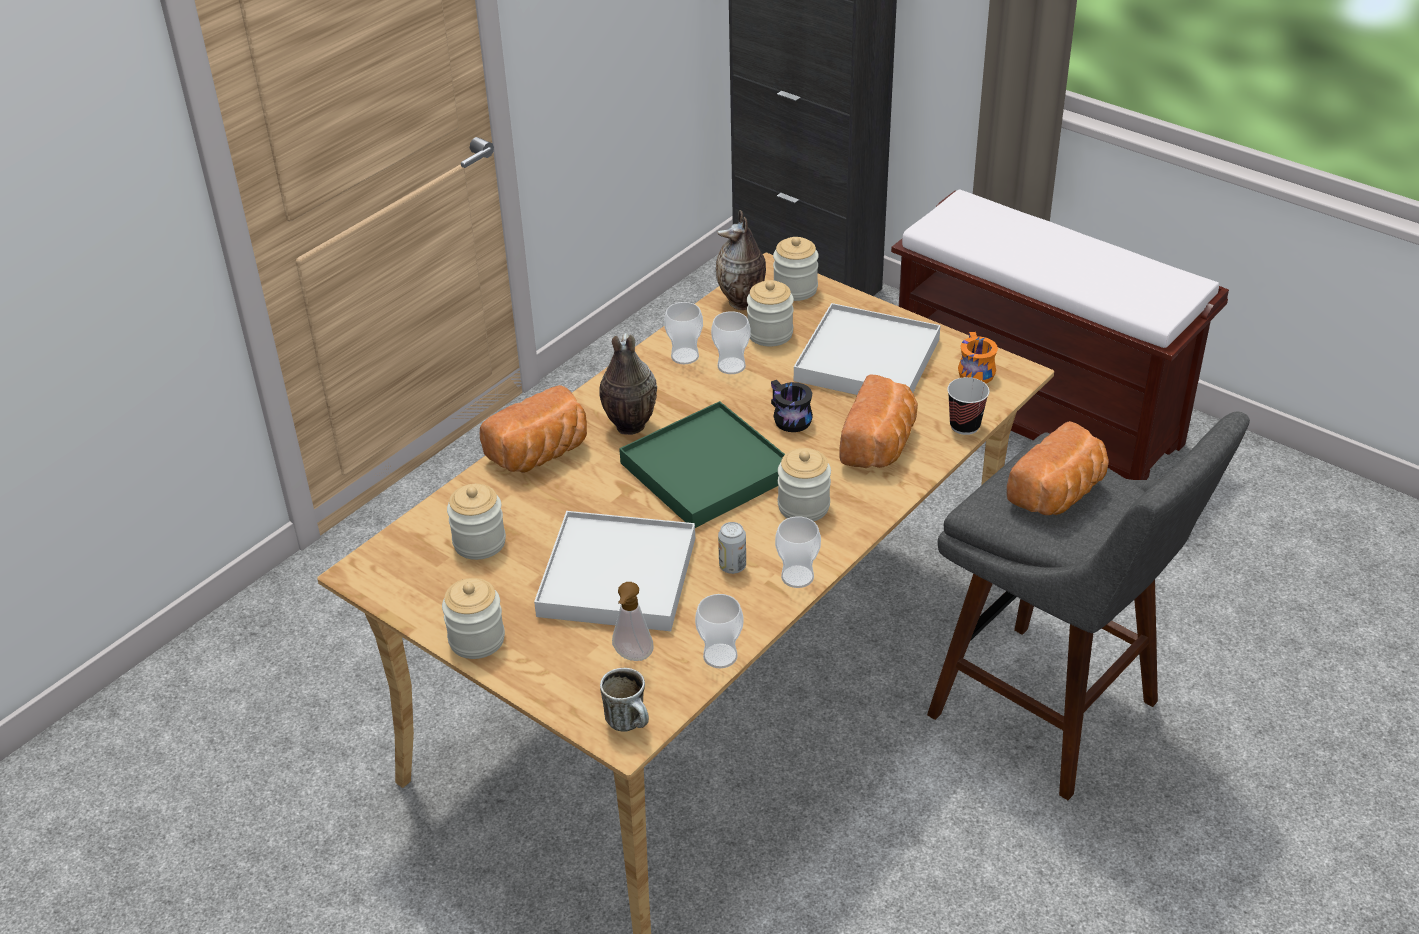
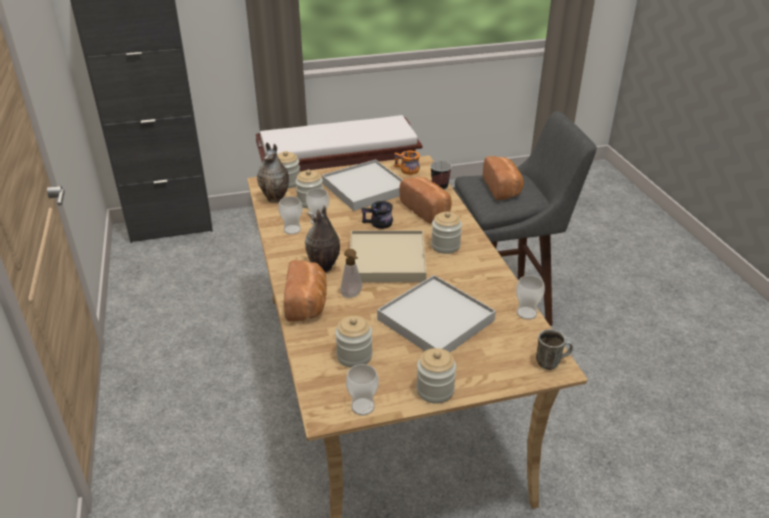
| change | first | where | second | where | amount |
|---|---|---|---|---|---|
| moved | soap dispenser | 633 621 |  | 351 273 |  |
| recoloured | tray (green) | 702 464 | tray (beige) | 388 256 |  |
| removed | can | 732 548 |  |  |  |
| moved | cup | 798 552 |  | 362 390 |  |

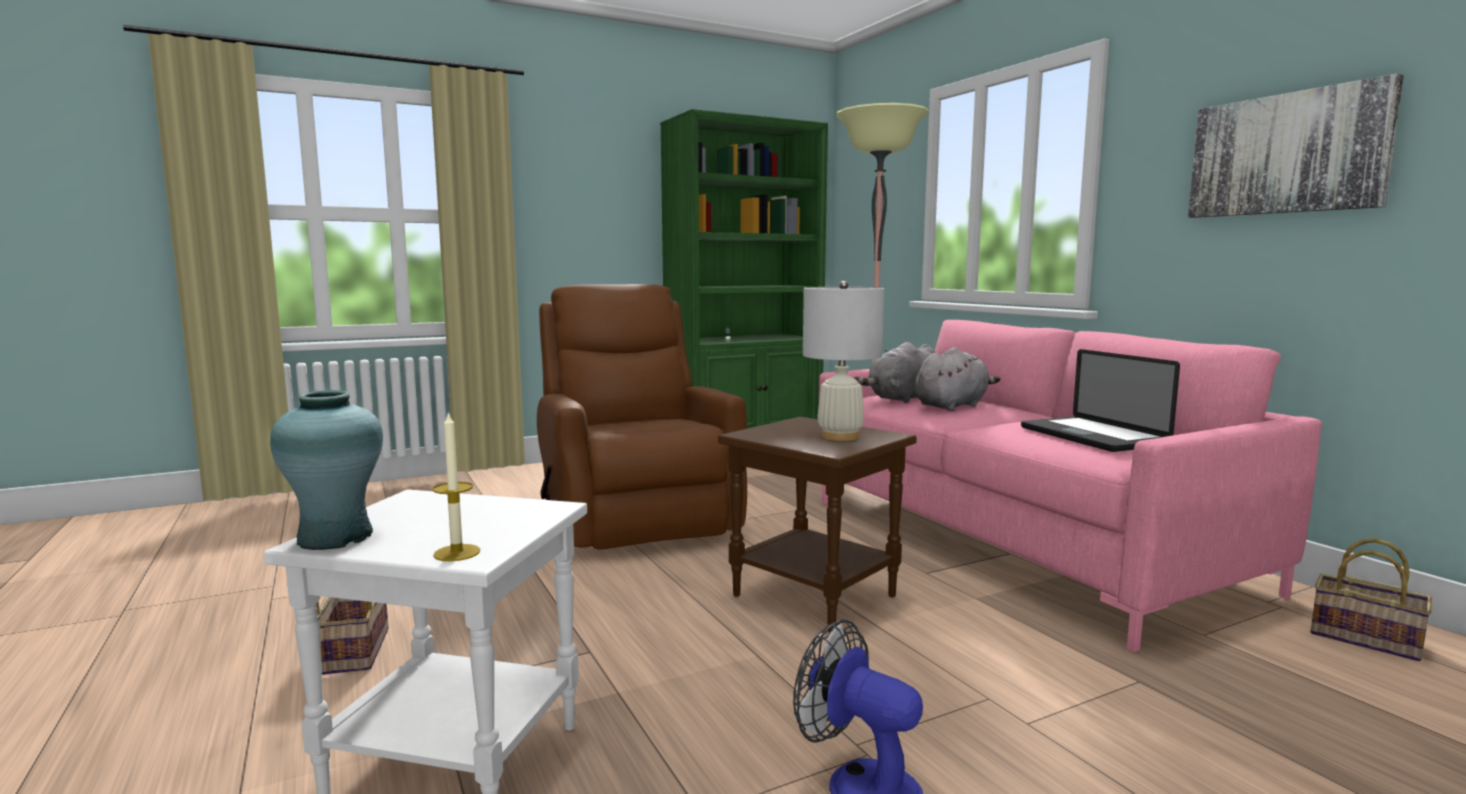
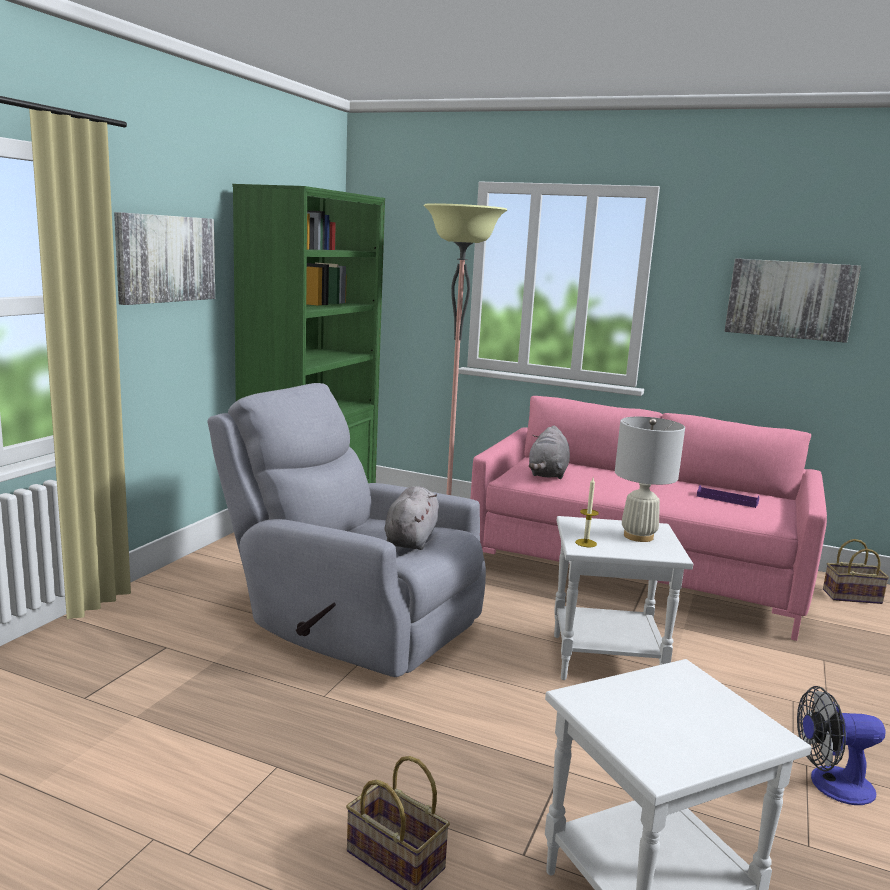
| change | first | where | second | where | amount |
|---|---|---|---|---|---|
| removed | vase (turquoise) | 326 470 |  |  |  |
| moved | candle | 456 486 |  | 587 512 |  |
| recoloured | armchair (brown) | 642 416 | armchair (grey) | 346 530 |  |
| recoloured | side table (brown) | 817 525 | side table (white) | 623 598 |  |
| moved | plush toy (grey) | 957 379 |  | 411 518 |  |
| replaced | laptop | 1100 400 | tray (purple) | 728 496 |  |
| added |  |  | picture | 164 258 |  |

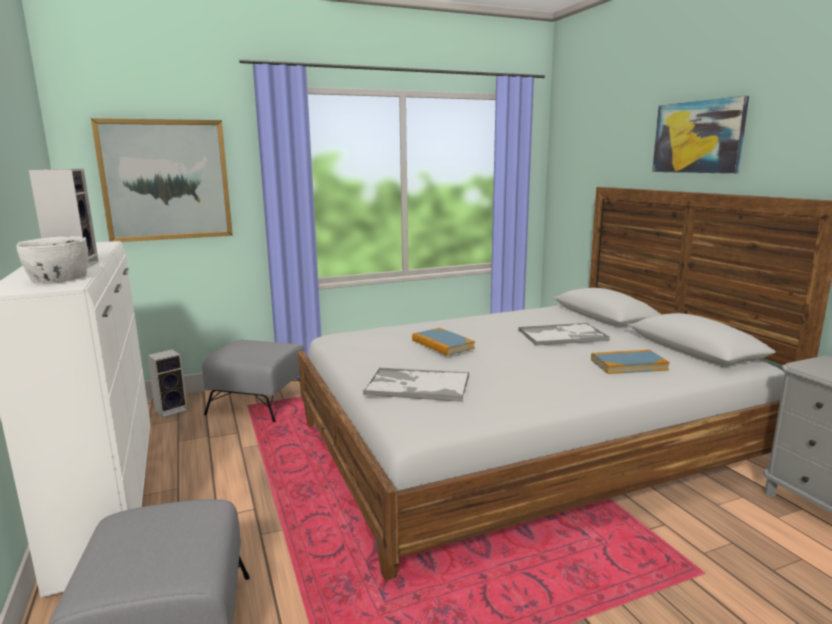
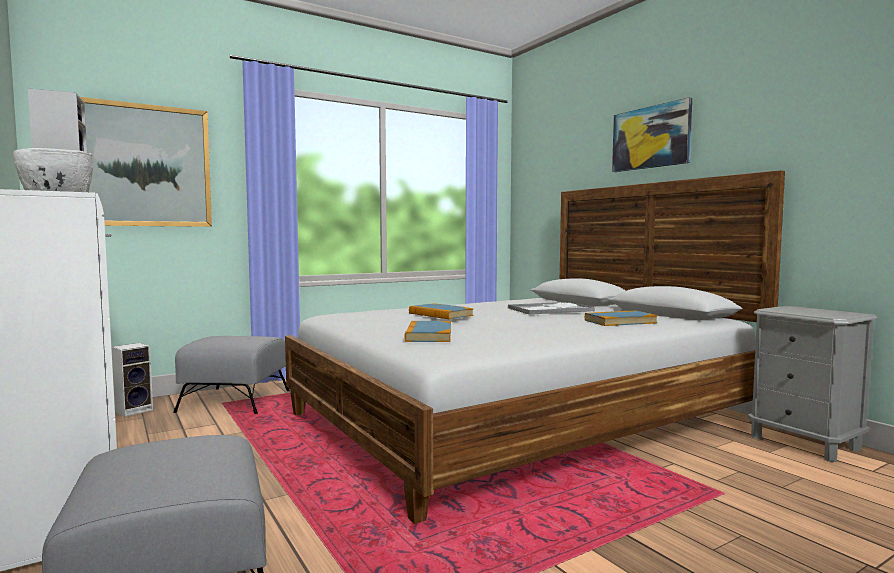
| change | first | where | second | where | amount |
|---|---|---|---|---|---|
| replaced | tray | 416 385 | book | 427 331 |  |

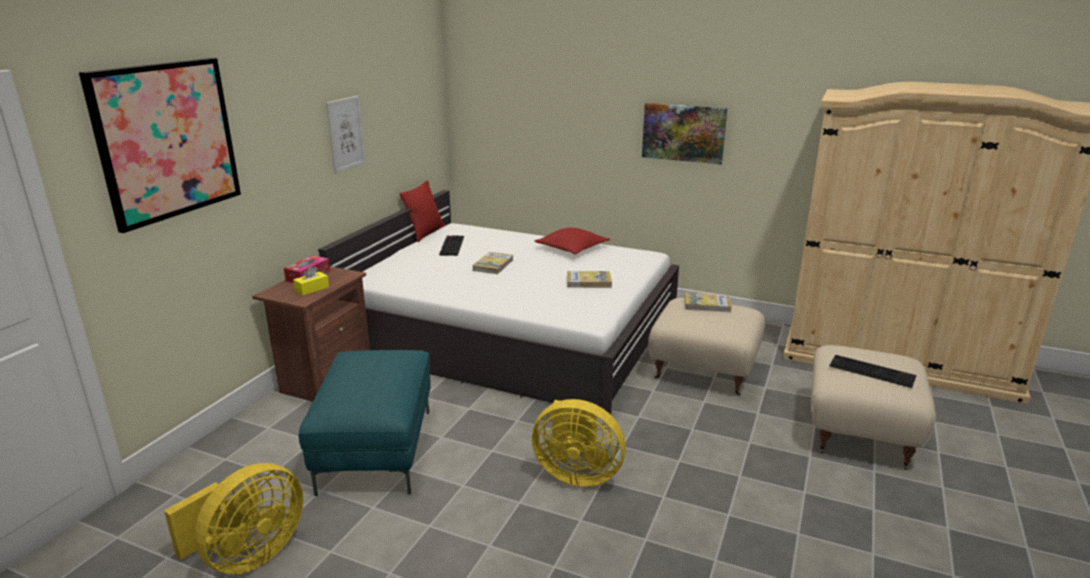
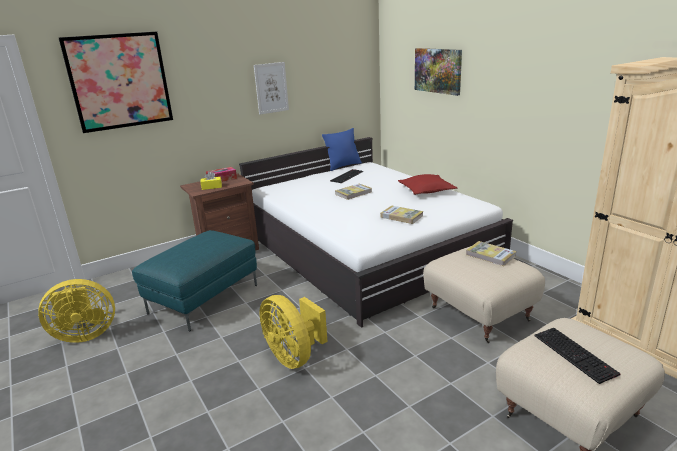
| change | first | where | second | where | amount |
|---|---|---|---|---|---|
| recoloured | pillow (red) | 422 211 | pillow (blue) | 342 149 |  |
| moved | picture | 684 133 |  | 438 72 |  |

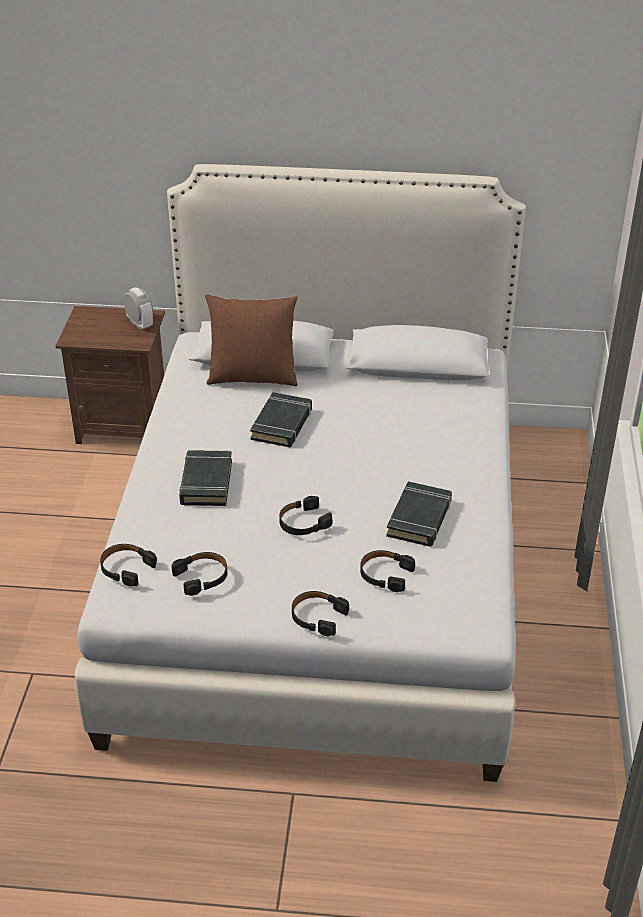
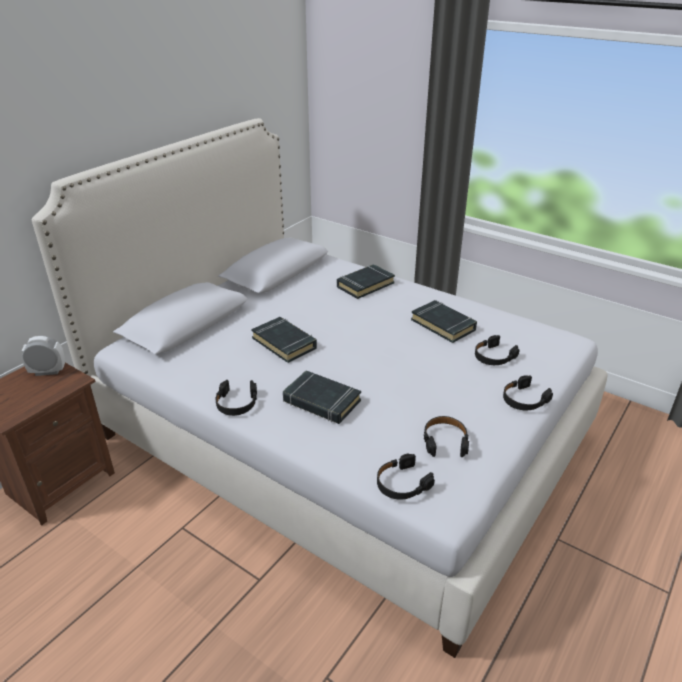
| change | first | where | second | where | amount |
|---|---|---|---|---|---|
| removed | pillow (brown) | 251 340 |  |  |  |
| moved | headphones (black) | 306 515 |  | 236 398 |  |
| added |  |  | book (black) | 366 281 |  |

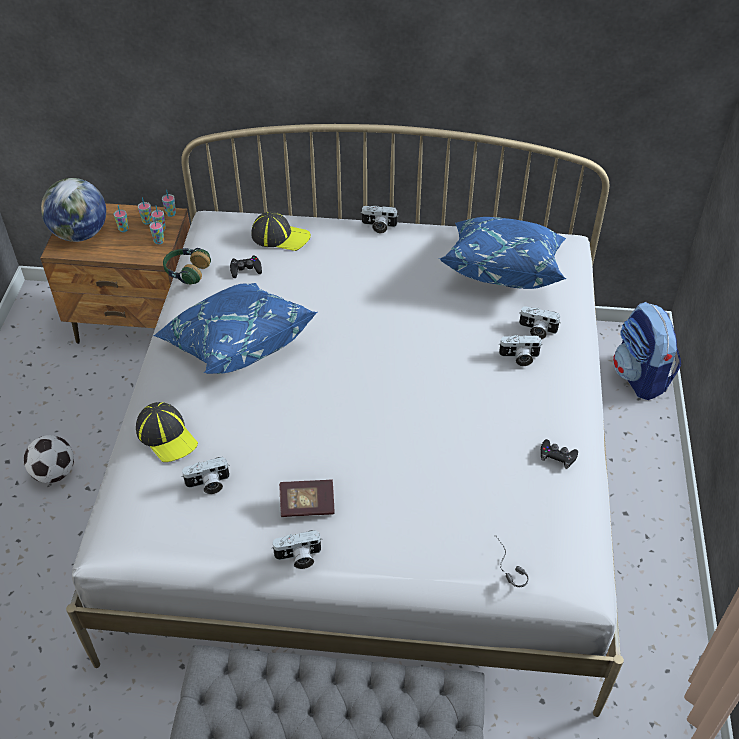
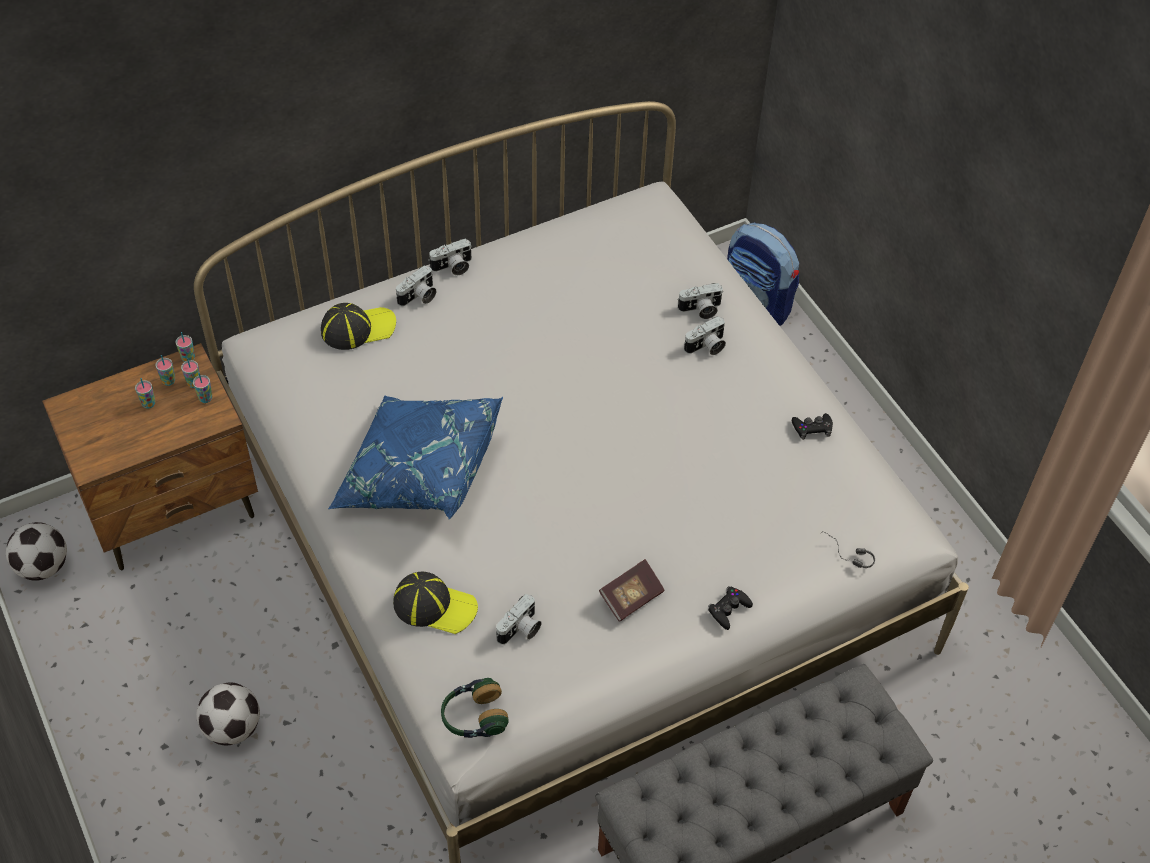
| change | first | where | second | where | amount |
|---|---|---|---|---|---|
| removed | globe | 73 210 |  |  |  |
| moved | headphones | 187 266 |  | 475 708 |  |
| moved | game controller (black) | 246 266 |  | 730 608 |  |
| moved | photo camera | 296 549 |  | 416 285 |  |
| removed | pillow (blue) | 503 253 |  |  |  |
| added |  |  | football | 36 551 |  |

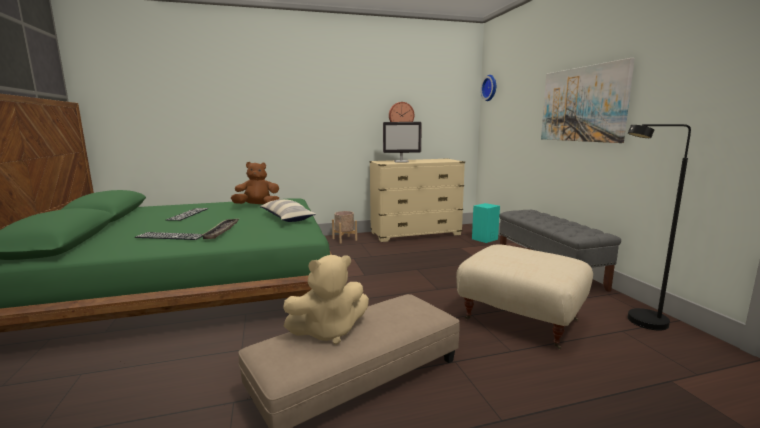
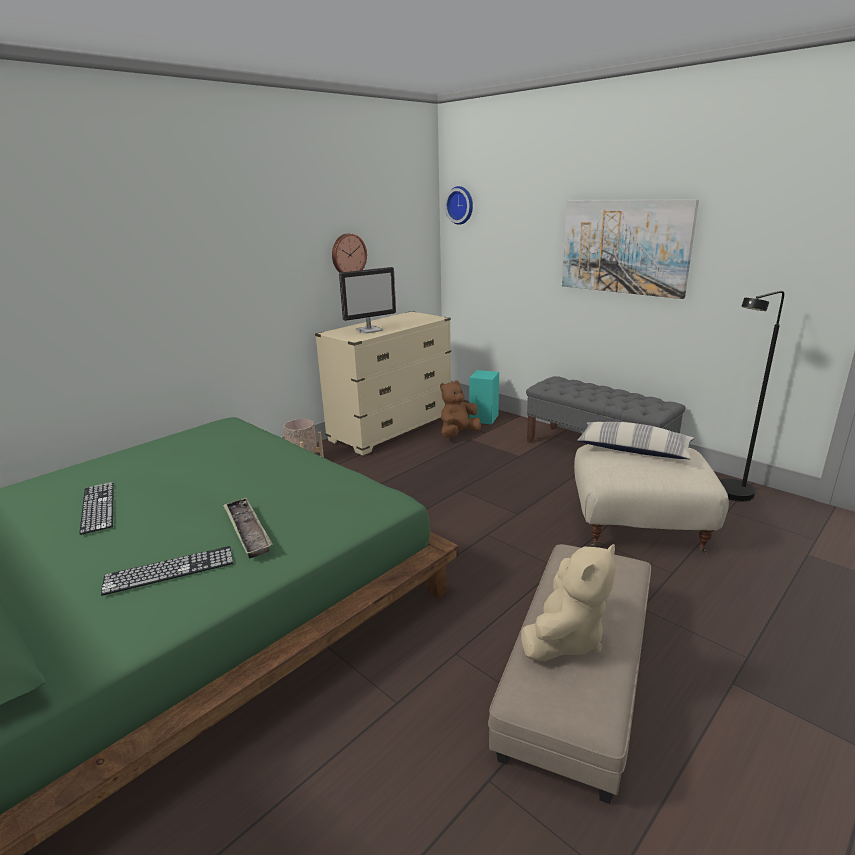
| change | first | where | second | where | amount |
|---|---|---|---|---|---|
| moved | plush toy (brown) | 255 183 |  | 460 409 |  |
| moved | pillow | 288 210 |  | 635 440 |  |

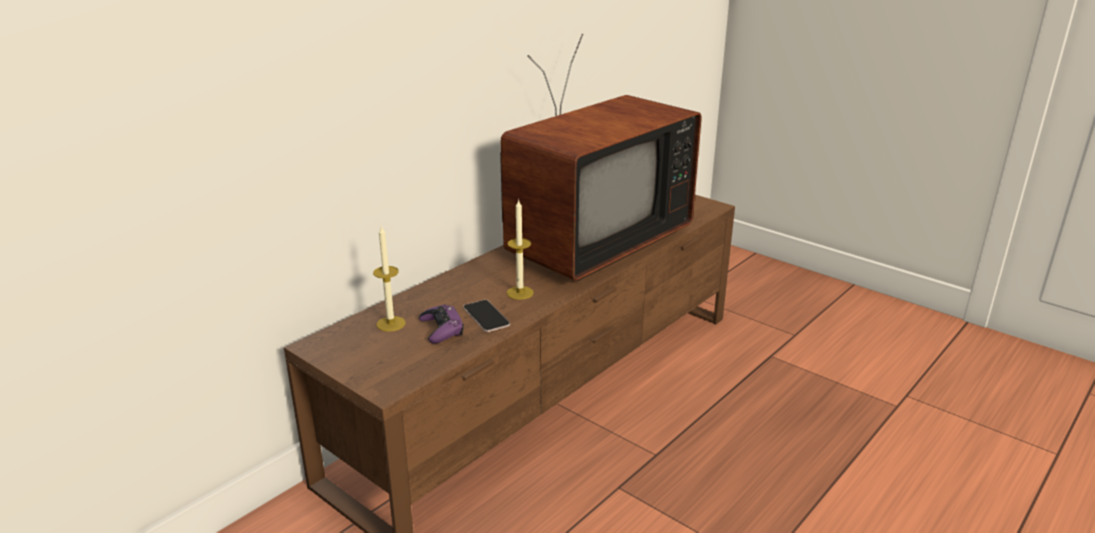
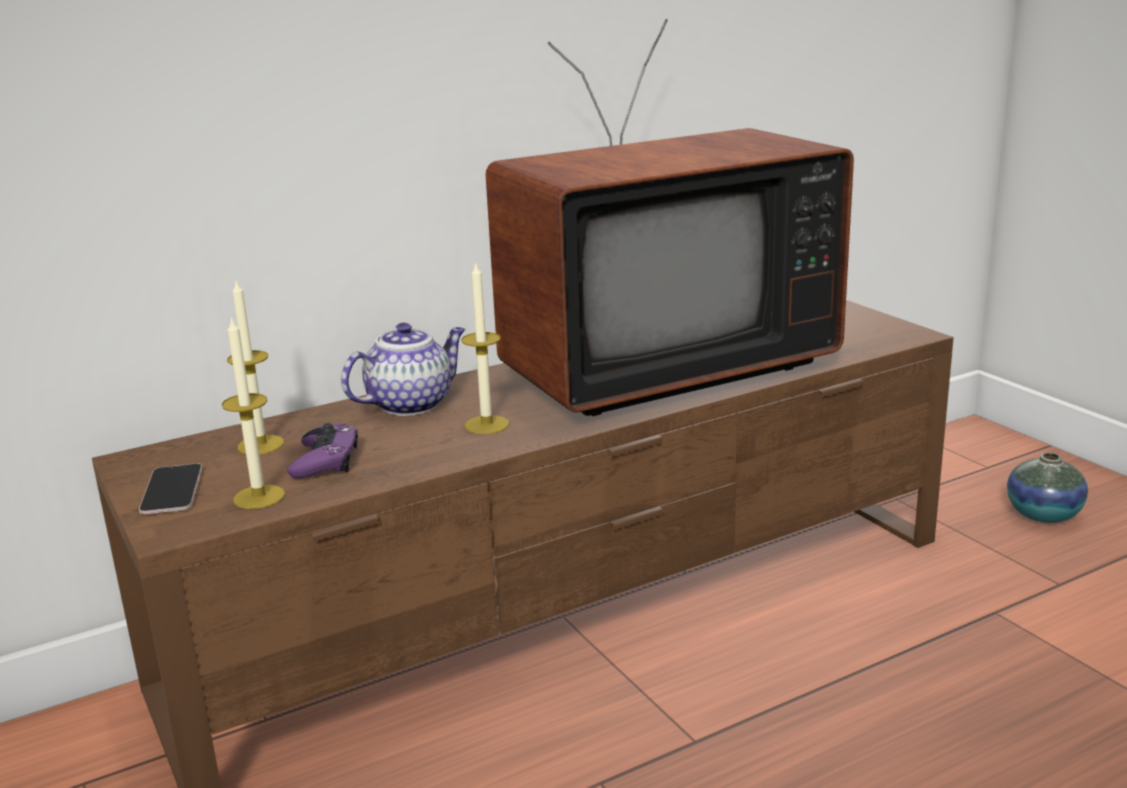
| change | first | where | second | where | amount |
|---|---|---|---|---|---|
| moved | phone | 486 316 |  | 170 488 |  |
| added |  |  | candle | 253 412 |  |
| added |  |  | teapot | 403 369 |  |
| added |  |  | vase | 1047 488 |  |

